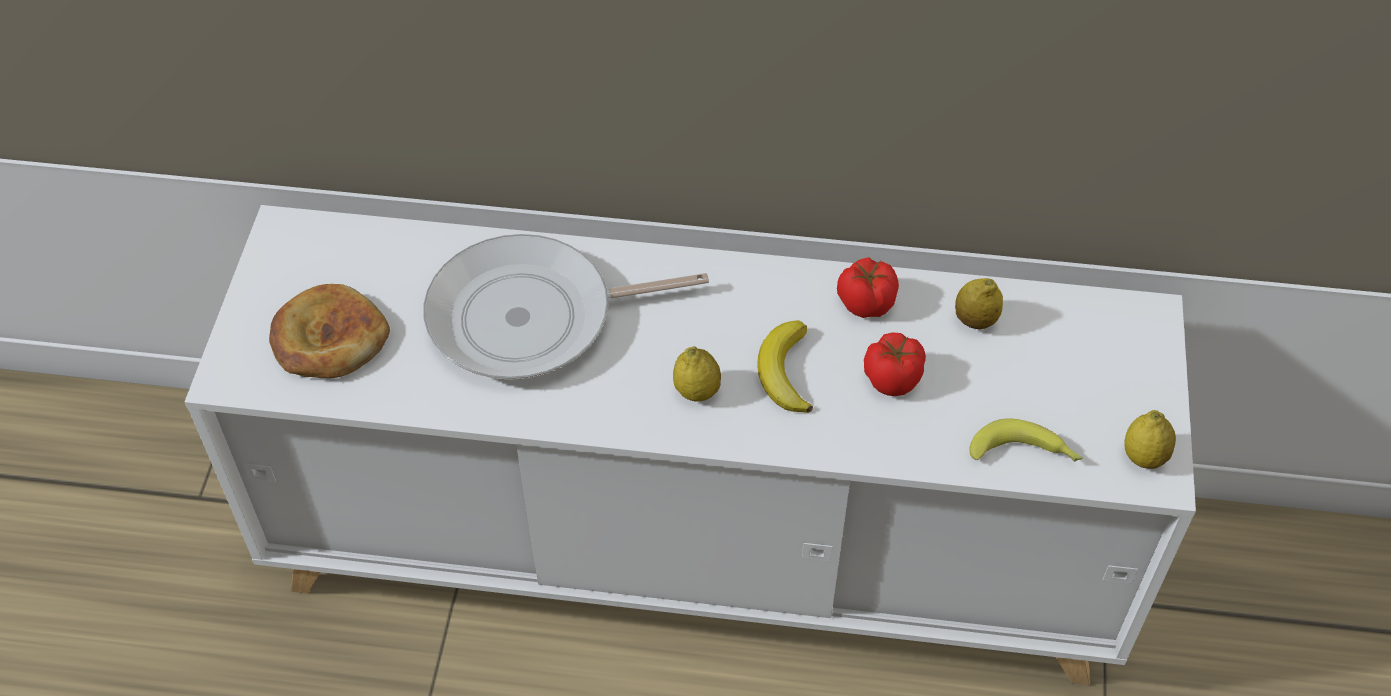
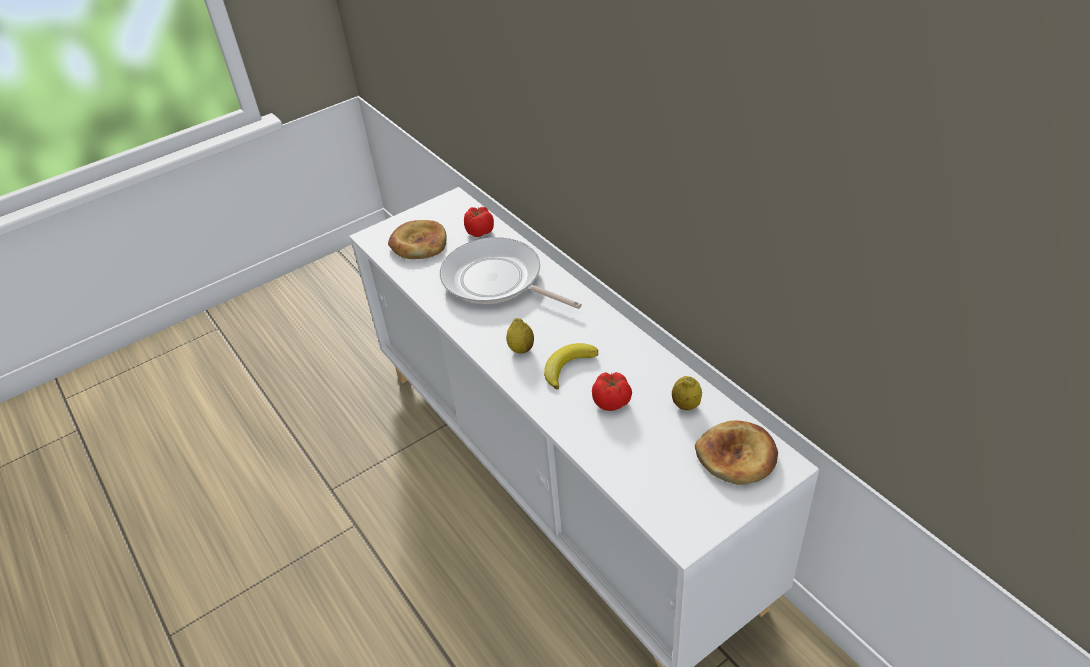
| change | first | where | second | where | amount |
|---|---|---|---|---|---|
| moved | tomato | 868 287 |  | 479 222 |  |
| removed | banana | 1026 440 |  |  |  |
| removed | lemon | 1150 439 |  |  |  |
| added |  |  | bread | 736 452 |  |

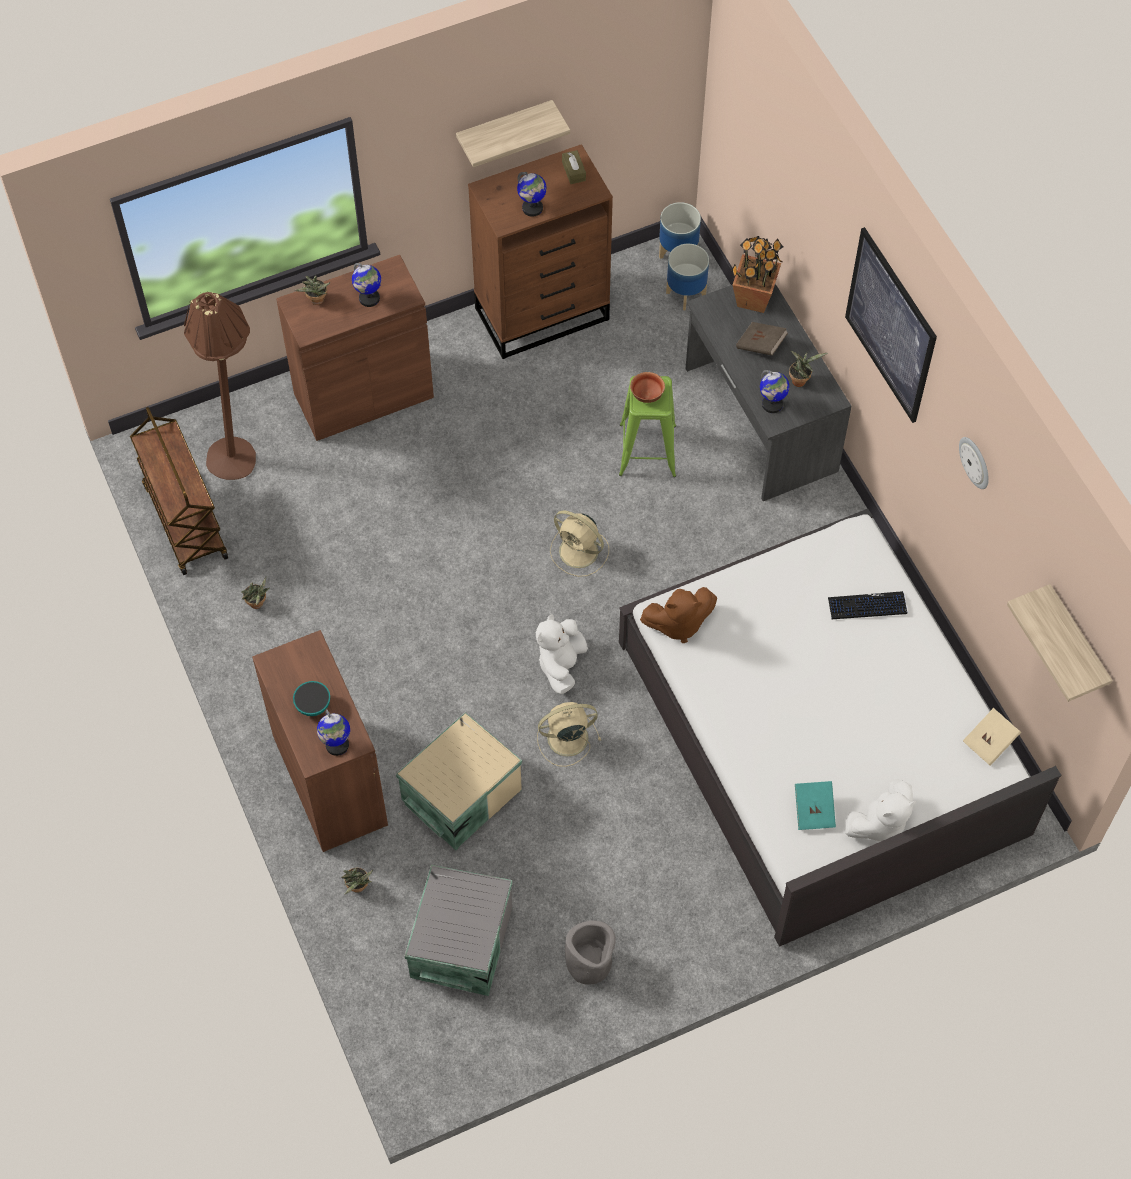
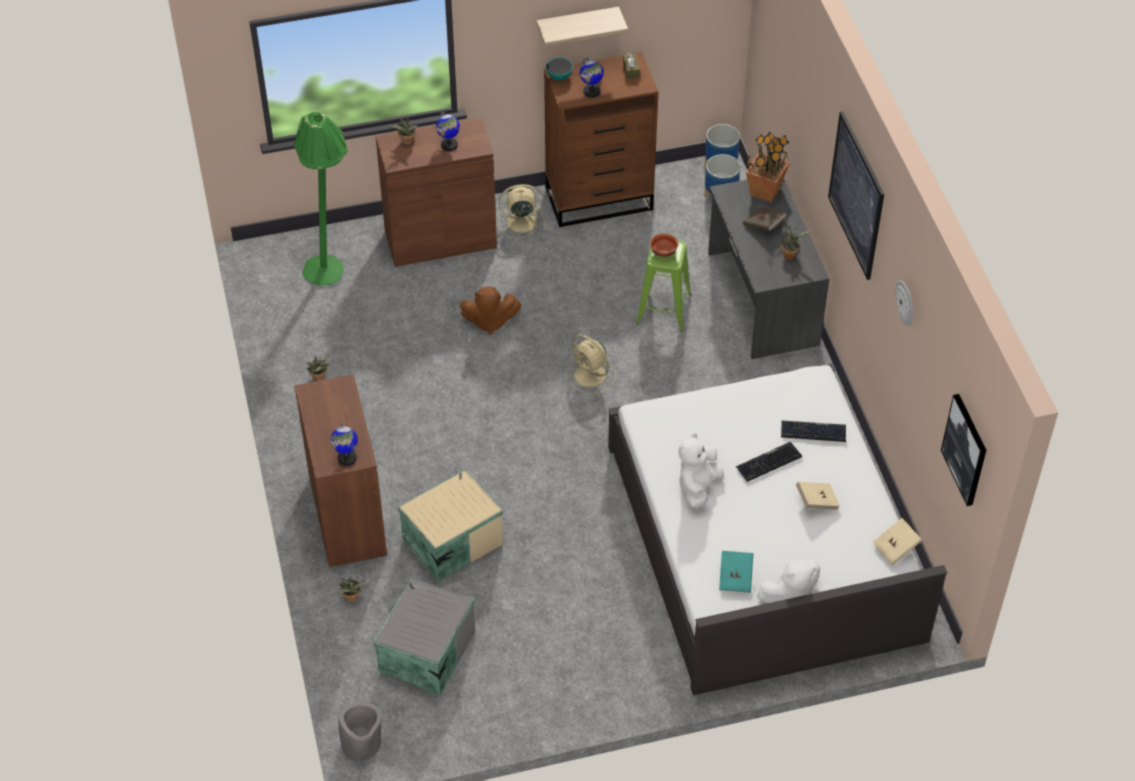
| change | first | where | second | where | amount |
|---|---|---|---|---|---|
| removed | cart (brown) | 179 491 |  |  |  |
| recoloured | floor lamp (brown) | 220 386 | floor lamp (green) | 321 199 |  |
| moved | bowl | 311 698 |  | 559 69 |  |
| moved | plush toy (white) | 562 654 |  | 701 470 |  |
| moved | fan (beige) | 569 734 |  | 522 211 |  |
| moved | planter (grey) | 590 953 |  | 360 731 |  |
| moved | plush toy (brown) | 678 615 |  | 490 311 |  |
| removed | globe | 775 391 |  |  |  |
| replaced | shelf | 1059 643 | picture | 963 450 |  |
| added |  |  | keyboard | 769 462 |  |
| added |  |  | book (beige) | 818 496 |  |

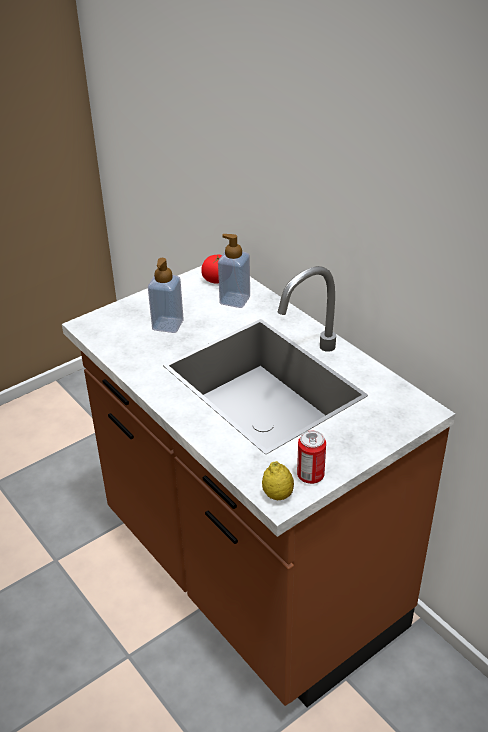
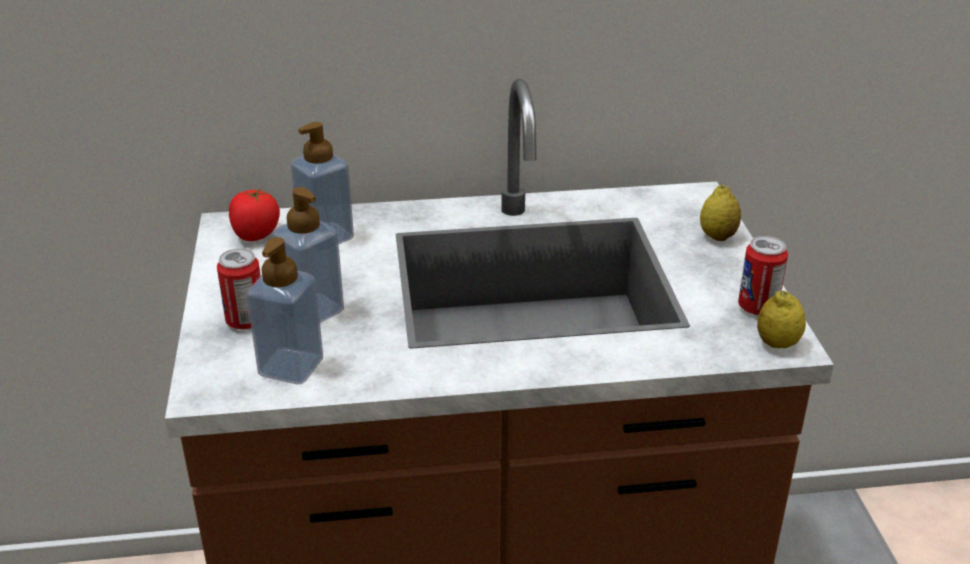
| change | first | where | second | where | amount |
|---|---|---|---|---|---|
| added |  |  | can | 239 289 |  |
| added |  |  | soap dispenser | 285 310 |  |
| added |  |  | lemon | 720 213 |  |

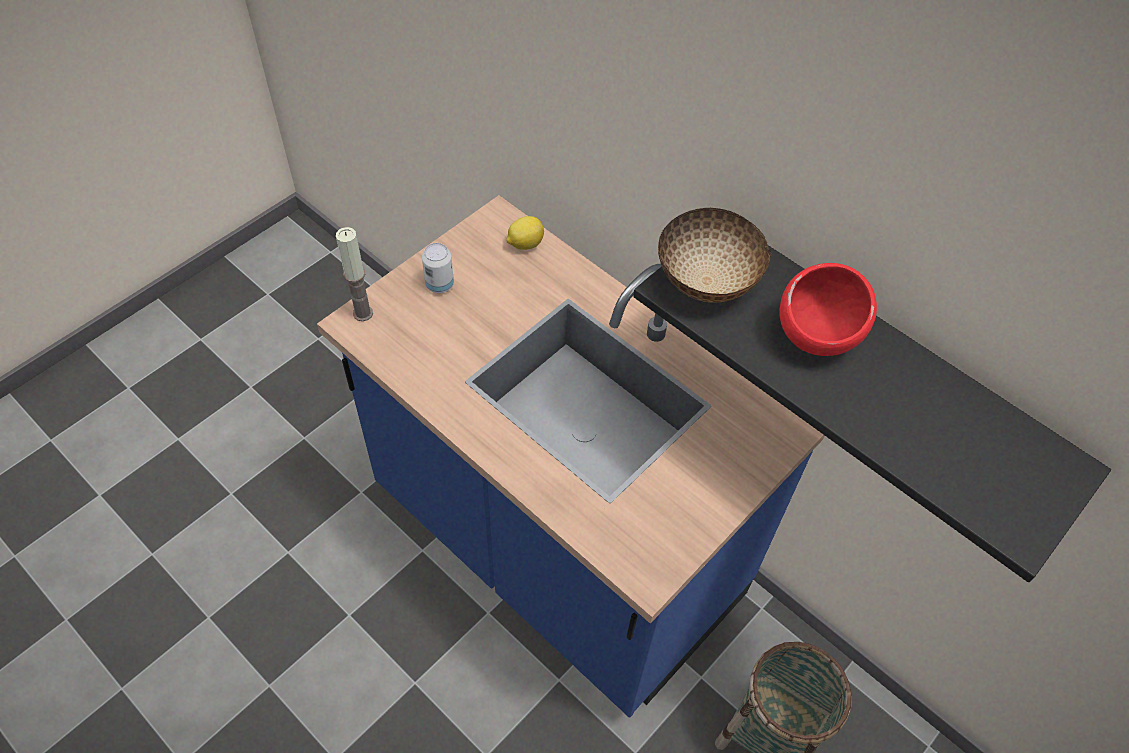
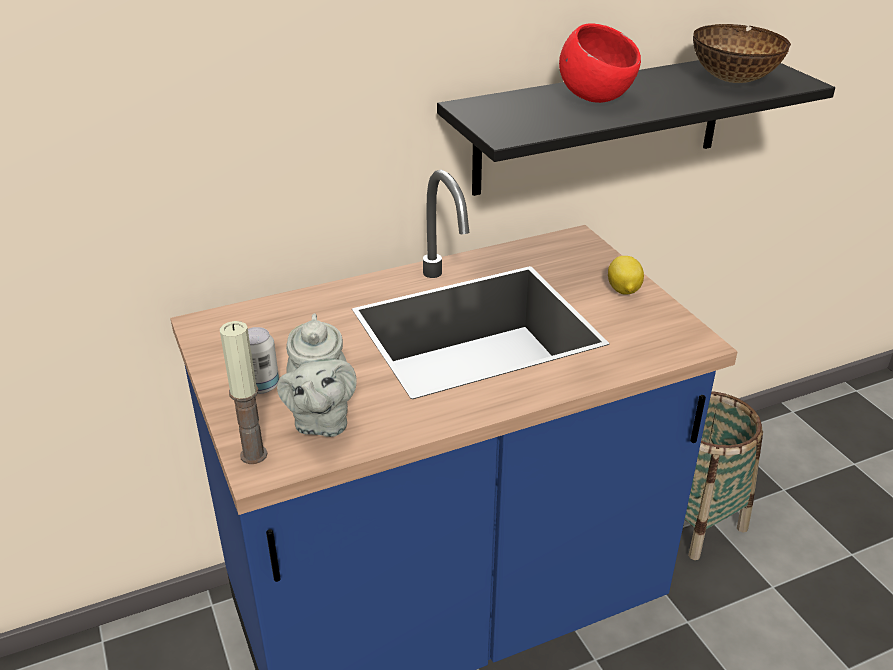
| change | first | where | second | where | amount |
|---|---|---|---|---|---|
| moved | lemon | 525 233 |  | 626 275 |  |
| moved | bowl | 715 255 |  | 742 53 |  |
| added |  |  | teapot (grey) | 317 375 |  |

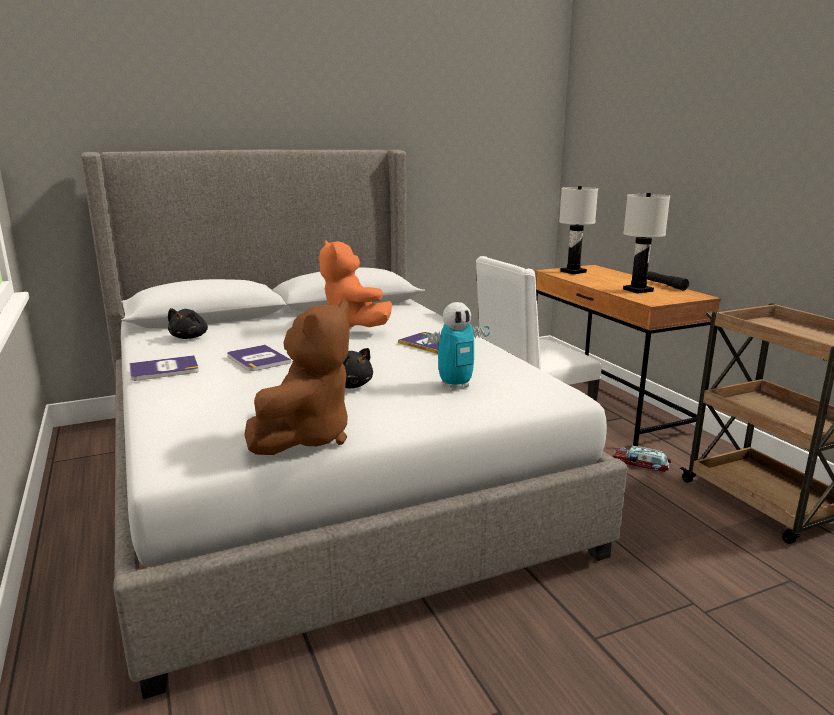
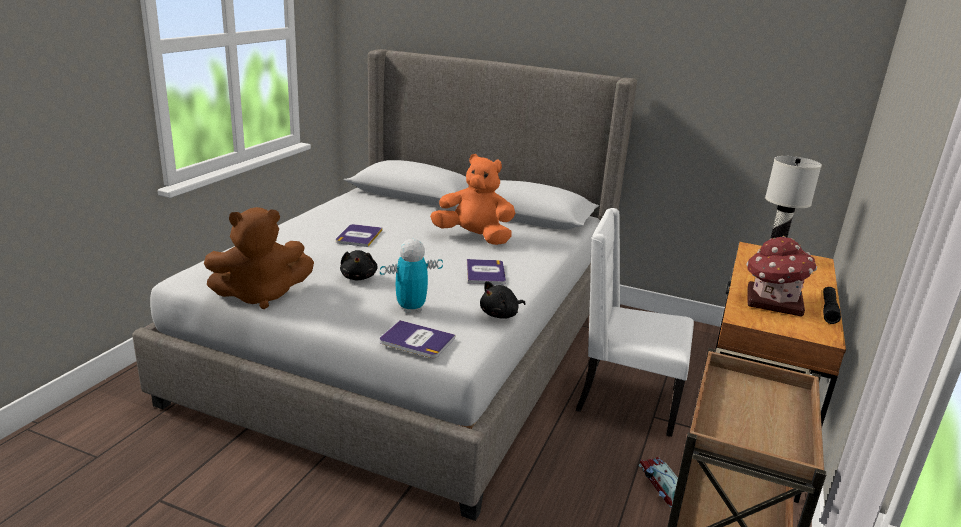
| change | first | where | second | where | amount |
|---|---|---|---|---|---|
| moved | book | 164 368 |  | 417 339 |  |
| moved | plush toy (black) | 188 323 |  | 503 300 |  |
| turned | plush toy (orange) | 355 284 |  | 472 199 | 90 degrees clockwise |
| turned | toy robot | 456 346 |  | 411 276 | 135 degrees clockwise |
| replaced | table lamp (white) | 646 243 | toy house | 781 276 |  |

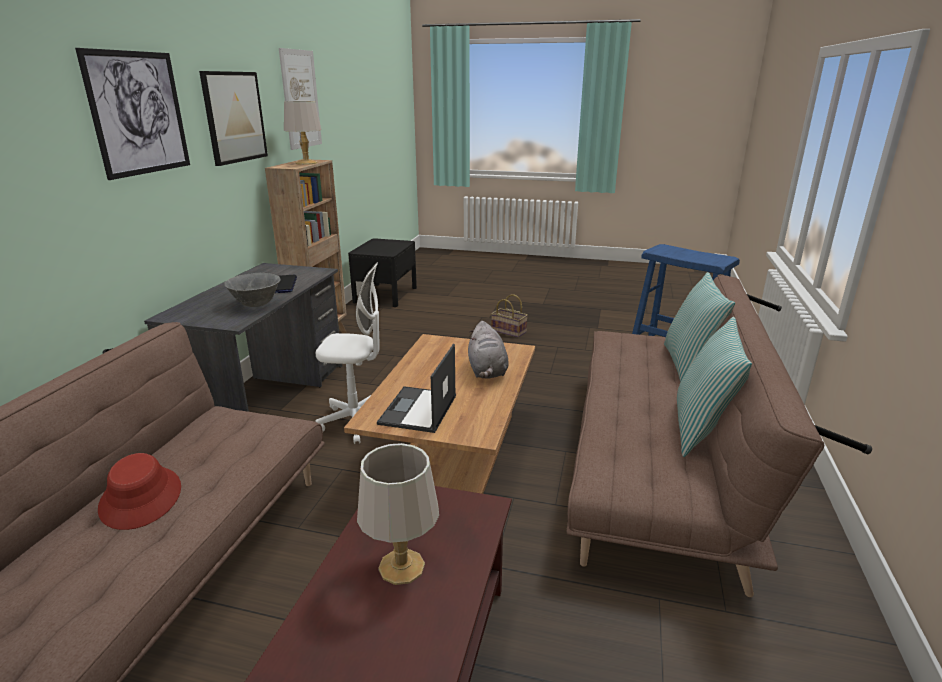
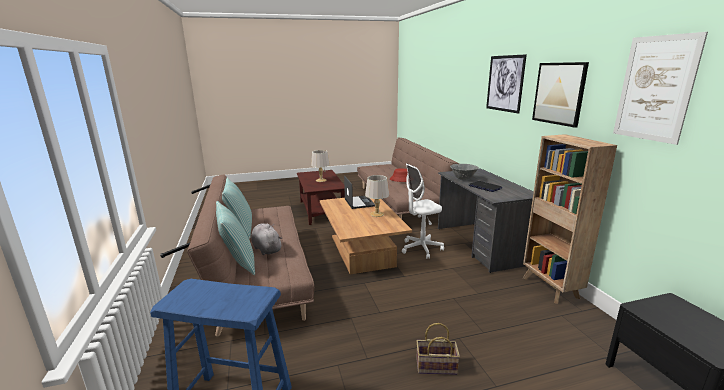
| change | first | where | second | where | amount |
|---|---|---|---|---|---|
| moved | table lamp (grey) | 303 133 |  | 377 196 |  |
| moved | plush toy (grey) | 488 350 |  | 266 239 |  |

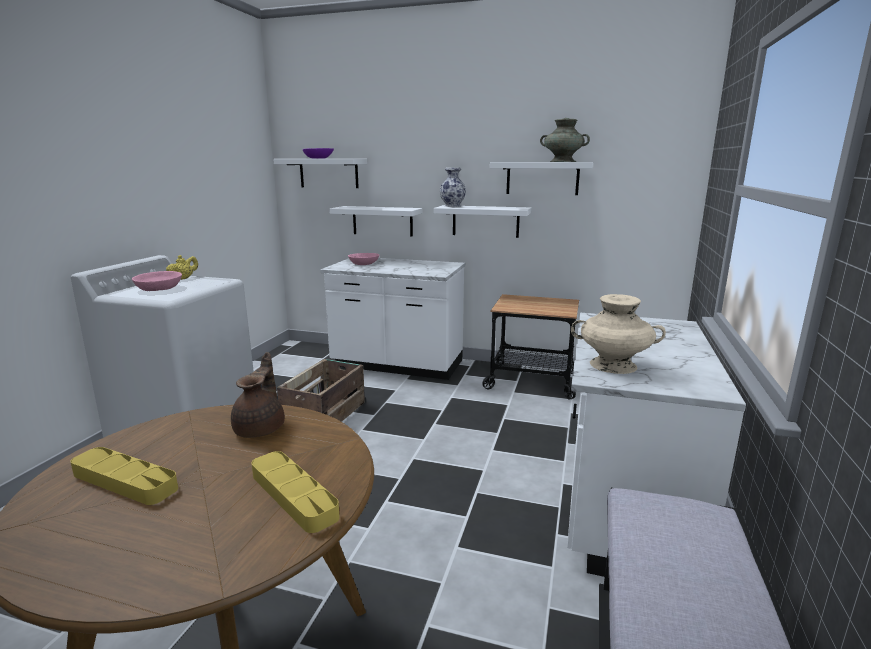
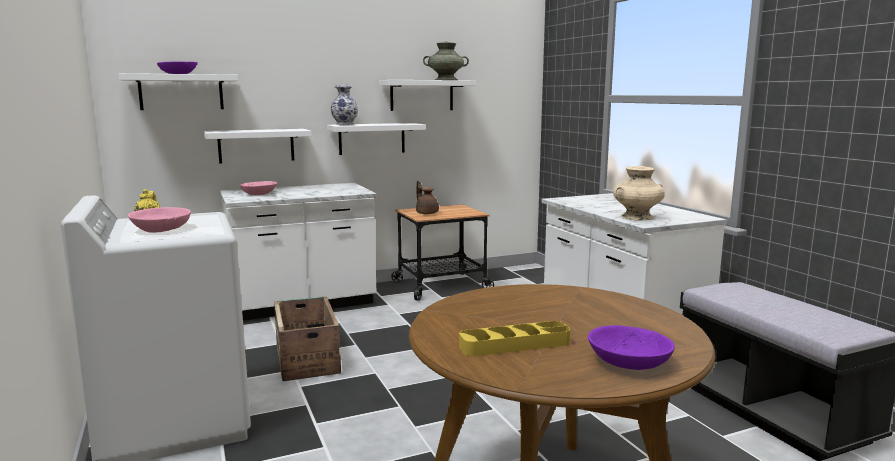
| change | first | where | second | where | amount |
|---|---|---|---|---|---|
| moved | teapot (brown) | 258 395 |  | 427 197 |  |
| removed | tray (yellow) | 295 492 |  |  |  |
| added |  |  | bowl (purple) | 631 347 |  |

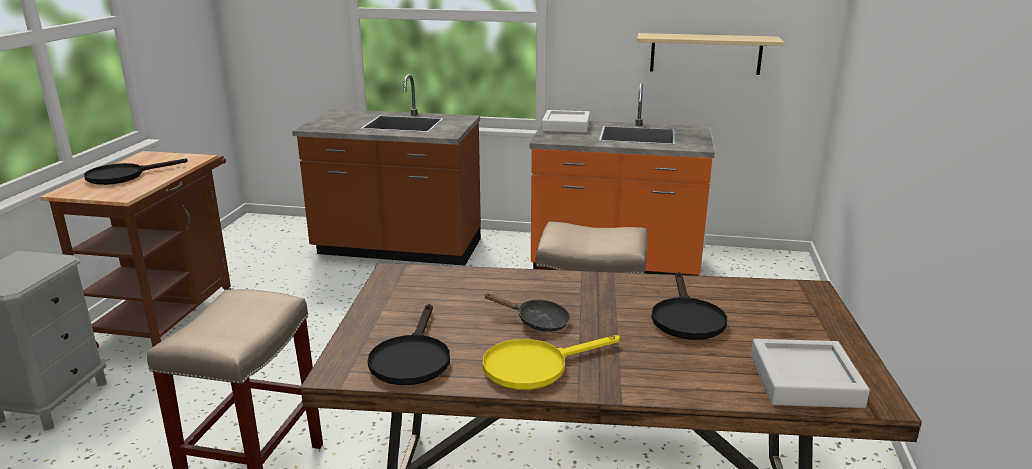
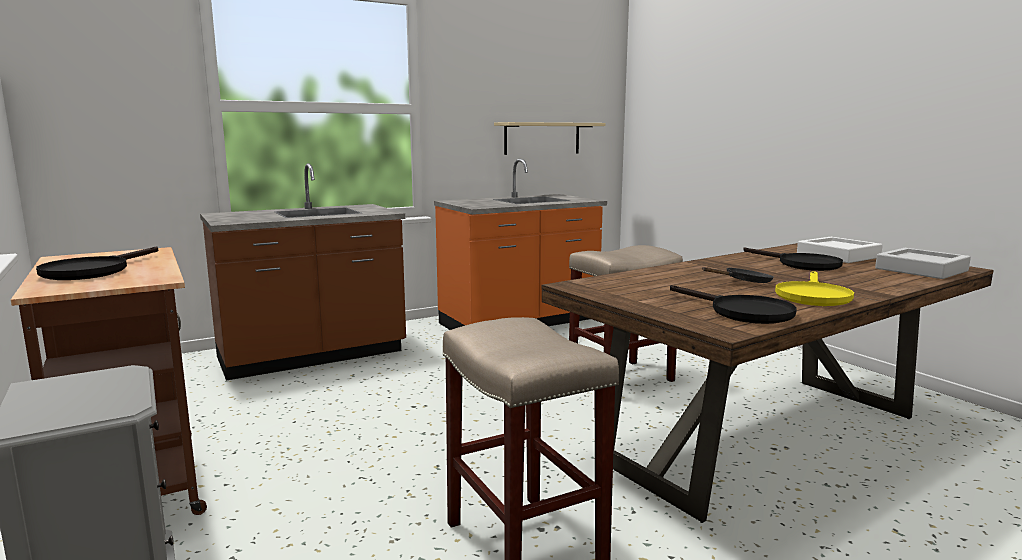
| change | first | where | second | where | amount |
|---|---|---|---|---|---|
| moved | tray (white) | 566 121 |  | 840 250 |  |

